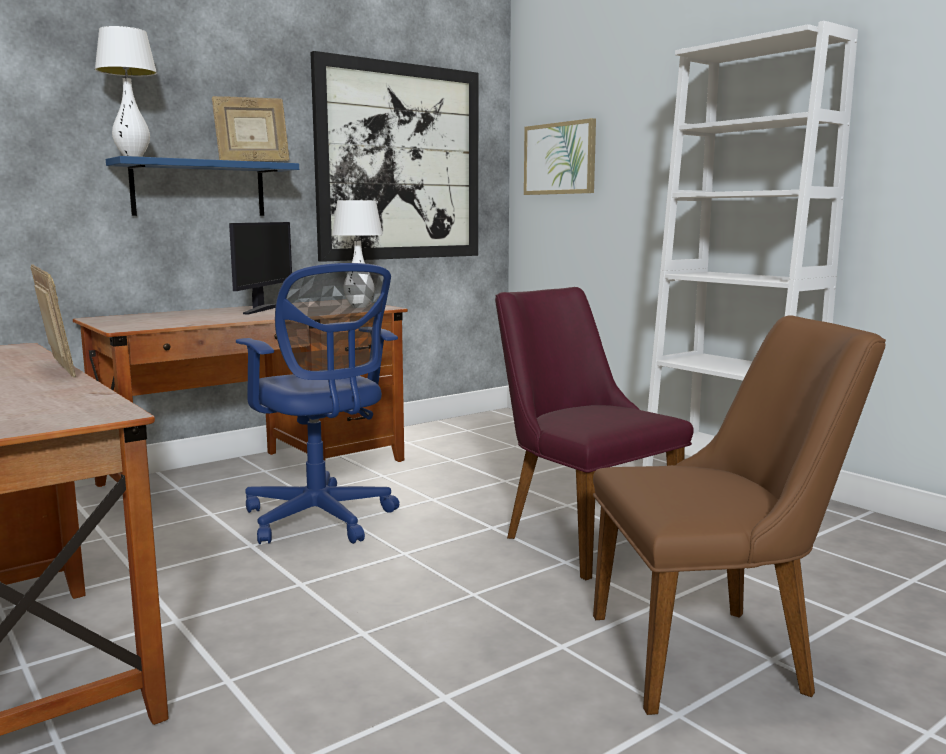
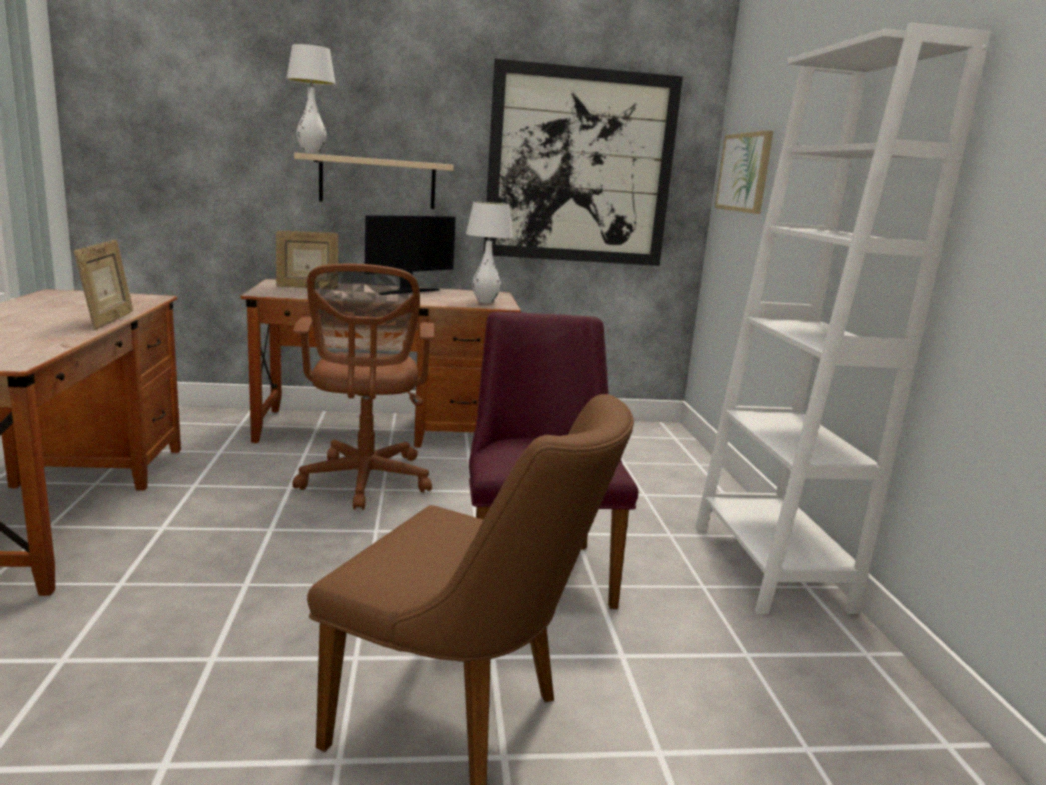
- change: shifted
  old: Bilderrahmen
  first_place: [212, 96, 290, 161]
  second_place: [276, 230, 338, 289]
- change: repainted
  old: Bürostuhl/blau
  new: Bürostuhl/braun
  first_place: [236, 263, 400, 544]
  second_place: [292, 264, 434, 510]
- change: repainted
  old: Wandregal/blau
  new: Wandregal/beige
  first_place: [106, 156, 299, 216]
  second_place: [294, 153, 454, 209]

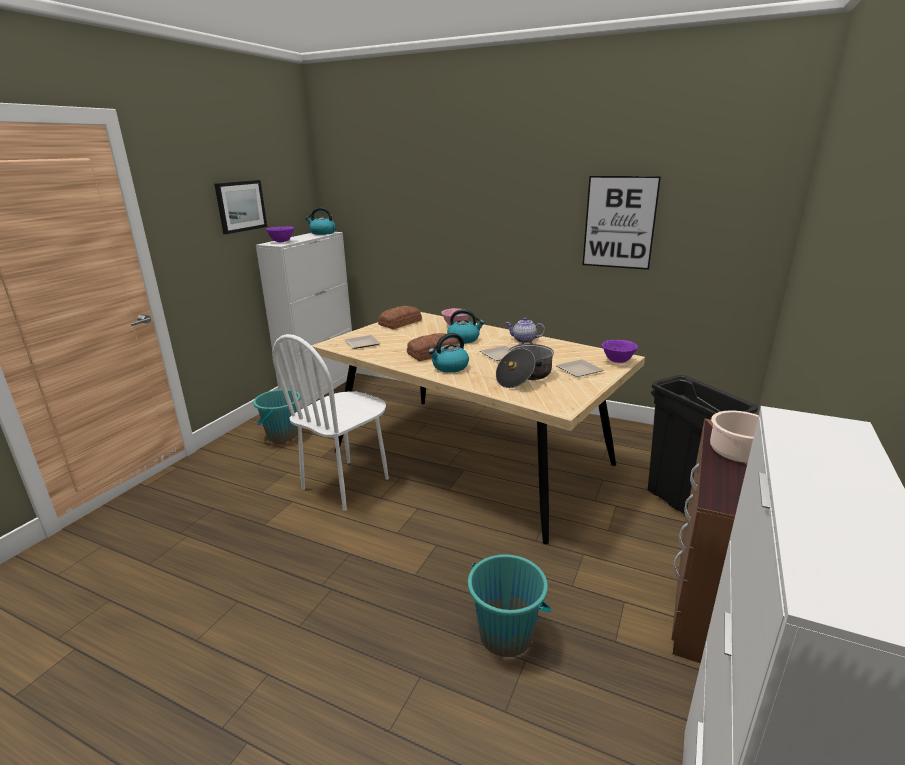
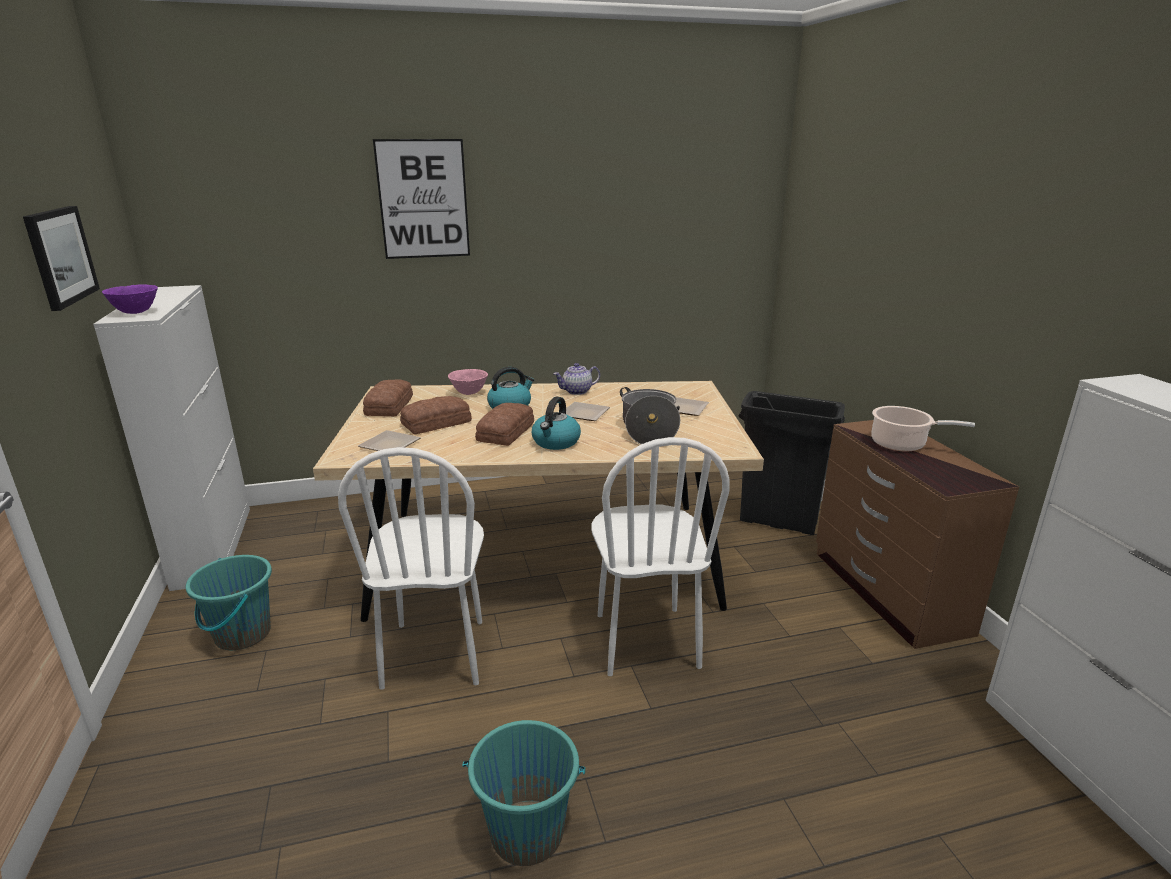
- change: shifted
  old: Bild
  first_place: [582, 176, 661, 270]
  second_place: [373, 139, 470, 259]
- change: new
  new: Brot
  second_place: [400, 396, 472, 435]
- change: shifted
  old: Eimer/türkis
  first_place: [468, 554, 551, 657]
  second_place: [463, 720, 585, 866]
- change: new
  new: Stuhl/weiß
  second_place: [591, 437, 729, 676]
- change: gone
  old: Wasserkessel
  first_place: [305, 208, 336, 235]
- change: gone
  old: Schüssel/lila
  first_place: [602, 340, 638, 363]

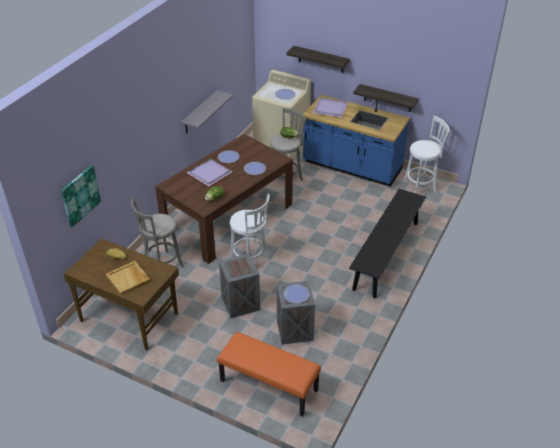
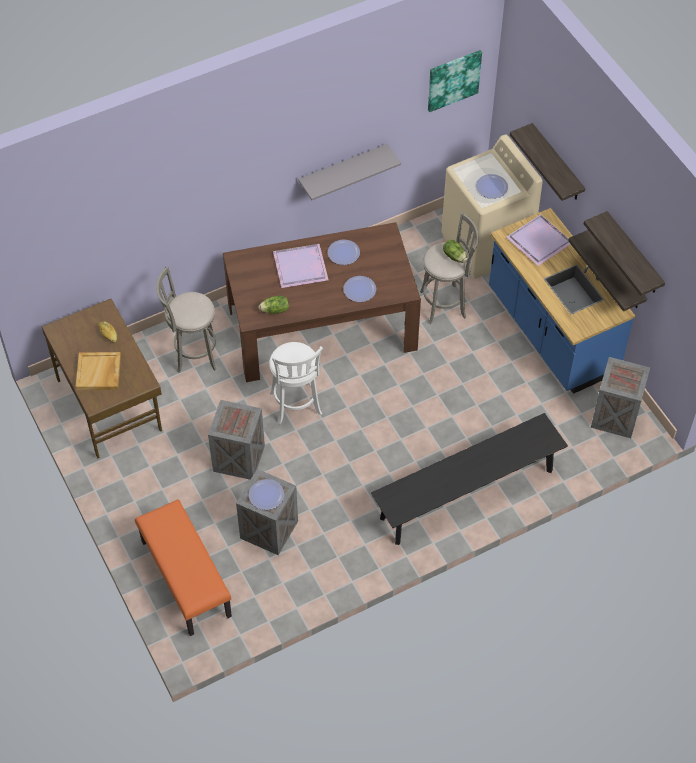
- change: shifted
  old: Bild
  first_place: [61, 165, 101, 227]
  second_place: [428, 50, 482, 112]
- change: new
  new: Wandregal
  second_place: [584, 211, 665, 296]
- change: swapped
  old: Hocker/weiß
  new: Kiste
  first_place: [403, 116, 450, 193]
  second_place: [591, 357, 650, 438]

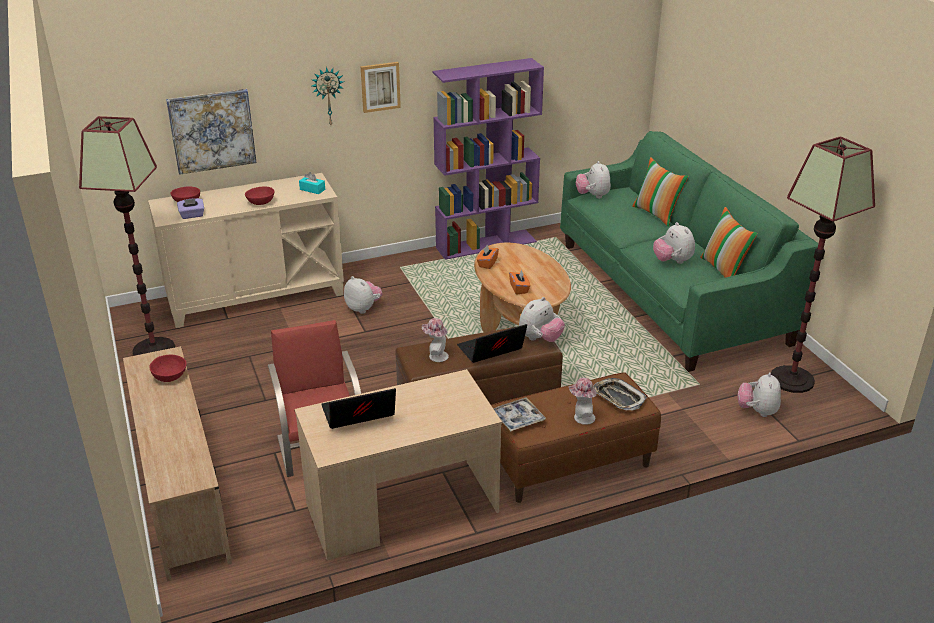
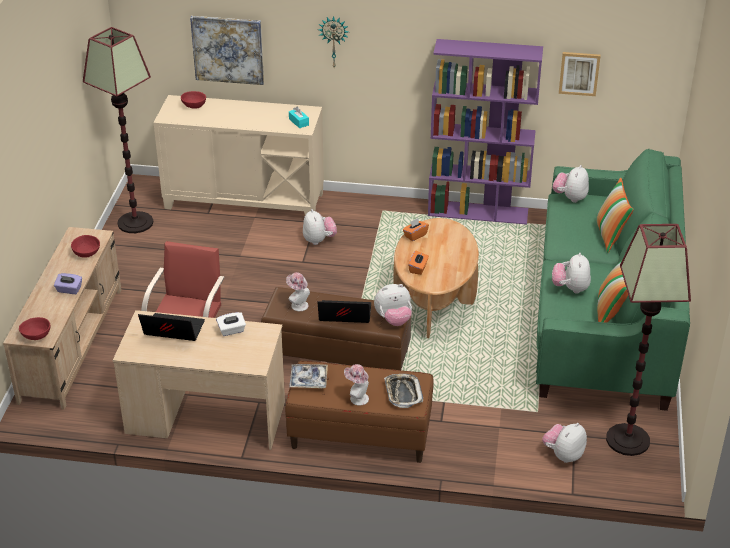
- change: shifted
  old: Schüssel/rot
  first_place: [245, 186, 274, 205]
  second_place: [19, 317, 50, 340]
- change: shifted
  old: Taschentuchbox/lila
  first_place: [177, 198, 204, 219]
  second_place: [54, 273, 82, 294]
- change: new
  new: Taschentuchbox/weiß
  second_place: [216, 312, 246, 336]
- change: shifted
  old: Bild
  first_place: [361, 62, 401, 113]
  second_place: [559, 52, 601, 96]

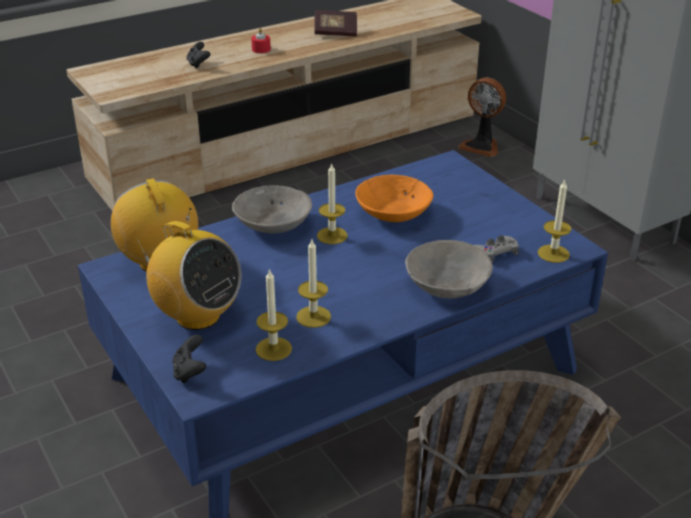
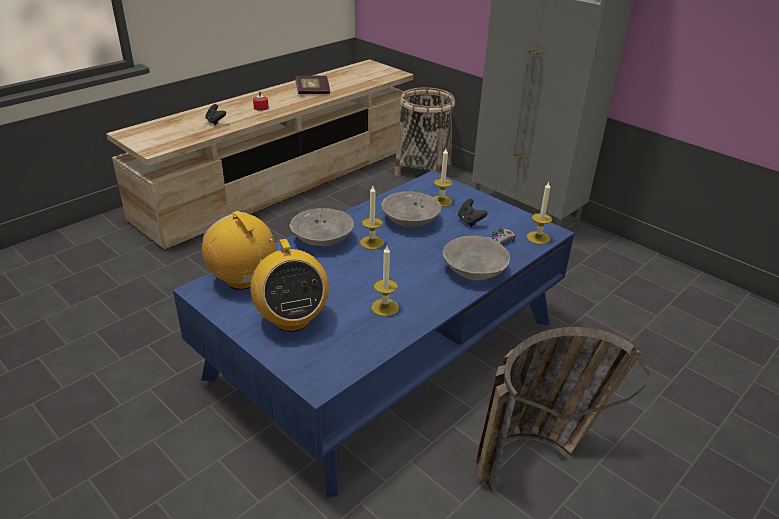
- change: rotated
  old: Radio
  first_place: [137, 221, 242, 330]
  second_place: [251, 239, 329, 332]
  degrees: 45
- change: repainted
  old: Schüssel/orange
  new: Schüssel/grau
  first_place: [355, 175, 434, 222]
  second_place: [381, 192, 442, 227]
- change: swapped
  old: Ventilator
  new: Korb
  first_place: [458, 78, 506, 157]
  second_place: [394, 87, 455, 176]
- change: shifted
  old: Kerze
  first_place: [256, 268, 292, 361]
  second_place: [433, 148, 452, 207]
- change: shifted
  old: Gamepad/schwarz
  first_place: [172, 335, 206, 383]
  second_place: [458, 199, 487, 227]

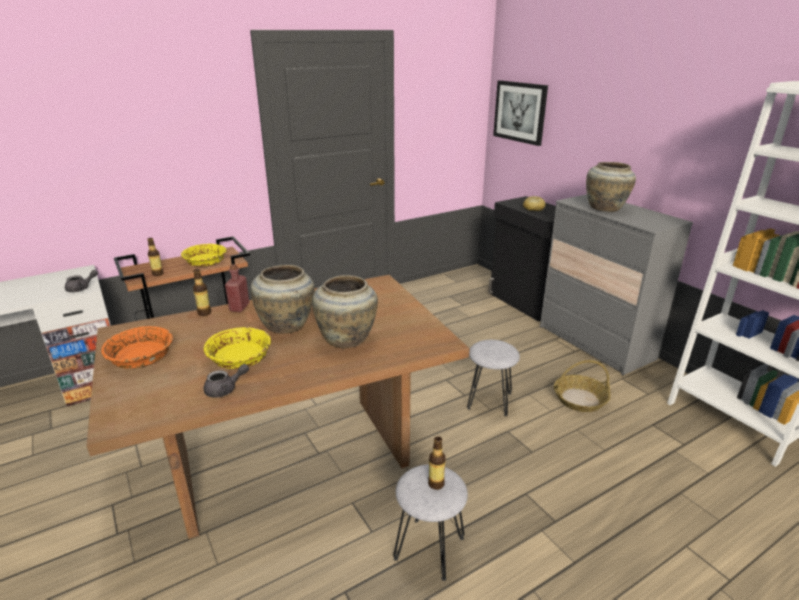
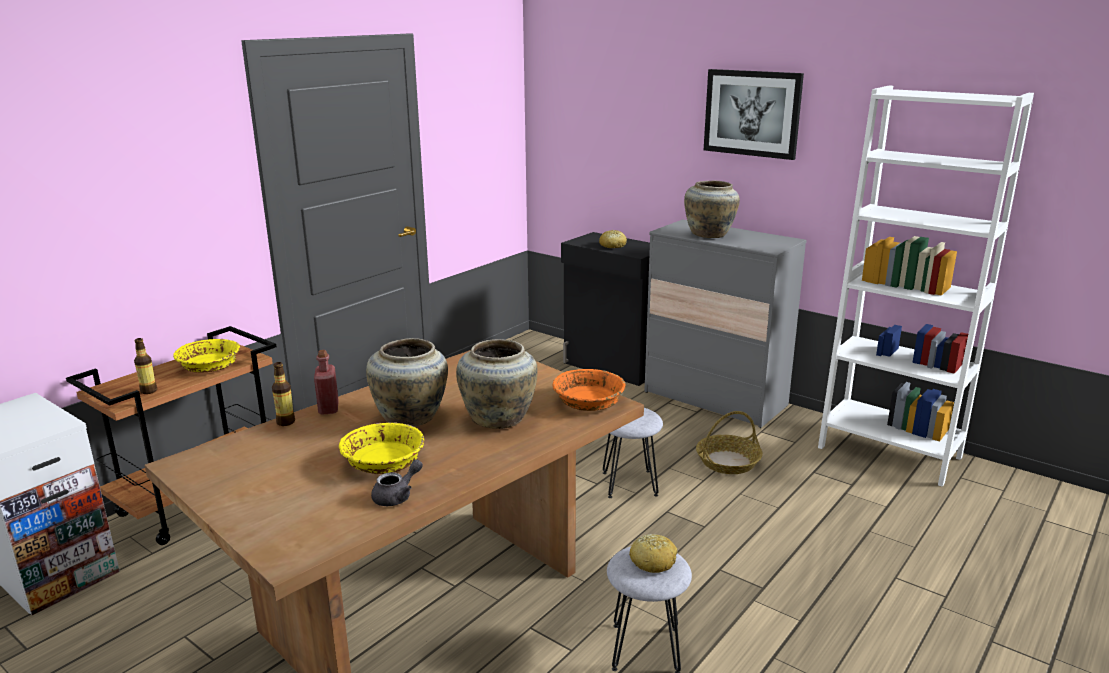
- change: shifted
  old: Schüssel/orange
  first_place: [101, 326, 173, 369]
  second_place: [553, 369, 626, 411]
- change: swapped
  old: Flasche
  new: Brot
  first_place: [428, 437, 446, 490]
  second_place: [629, 534, 678, 573]
- change: shifted
  old: Bild
  first_place: [493, 80, 548, 146]
  second_place: [704, 69, 804, 160]
- change: gone
  old: Teekanne/grau
  first_place: [65, 270, 98, 292]

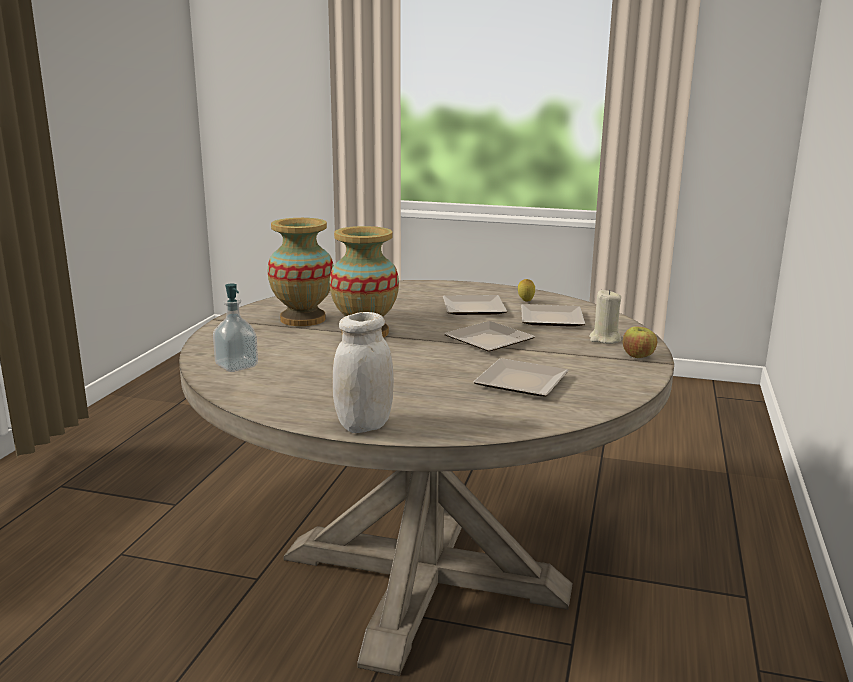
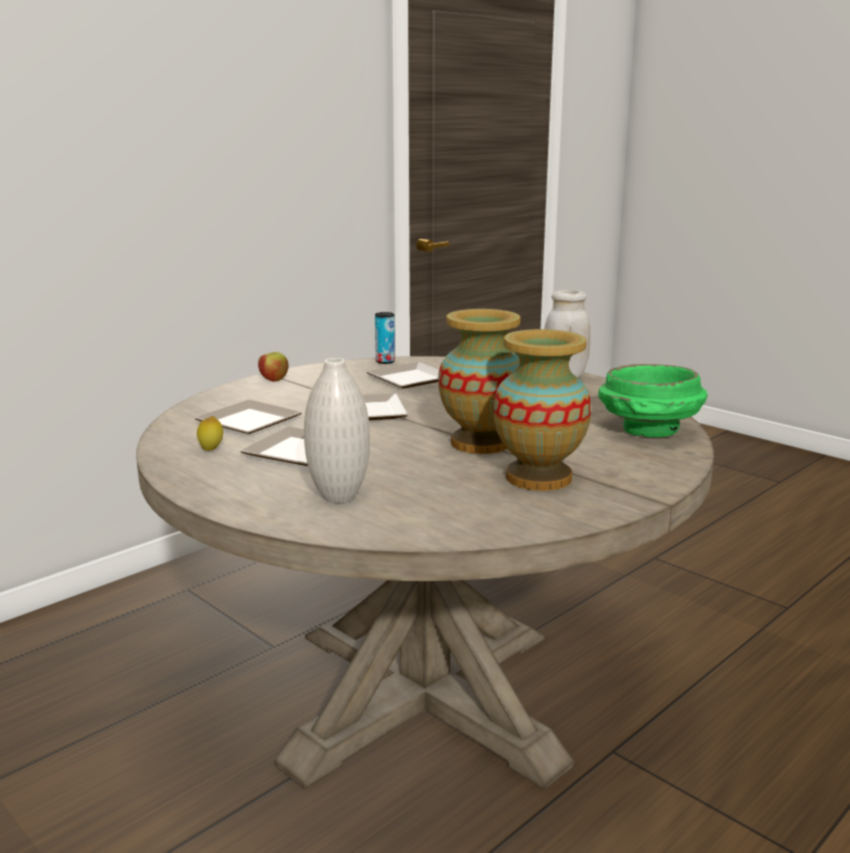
- change: new
  new: Vase/weiß
  second_place: [304, 358, 370, 503]
- change: new
  new: Dose
  second_place: [375, 312, 395, 364]
- change: swapped
  old: Seifenspender
  new: Schüssel/grün
  first_place: [213, 284, 258, 372]
  second_place: [598, 364, 708, 437]
- change: gone
  old: Kerze/beige
  first_place: [589, 289, 621, 344]

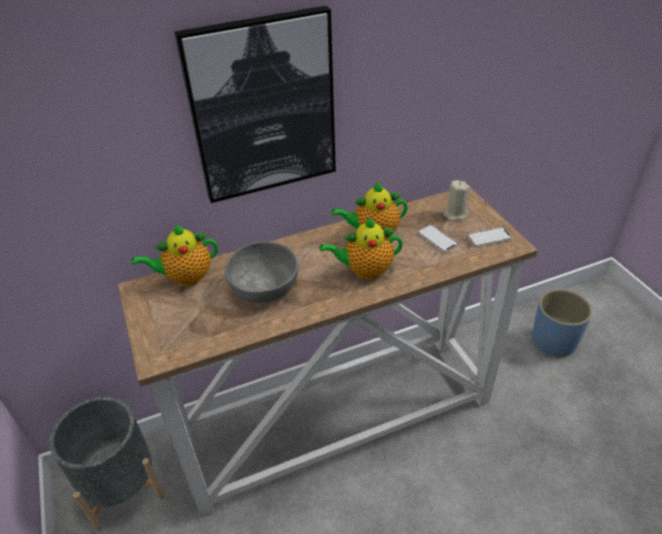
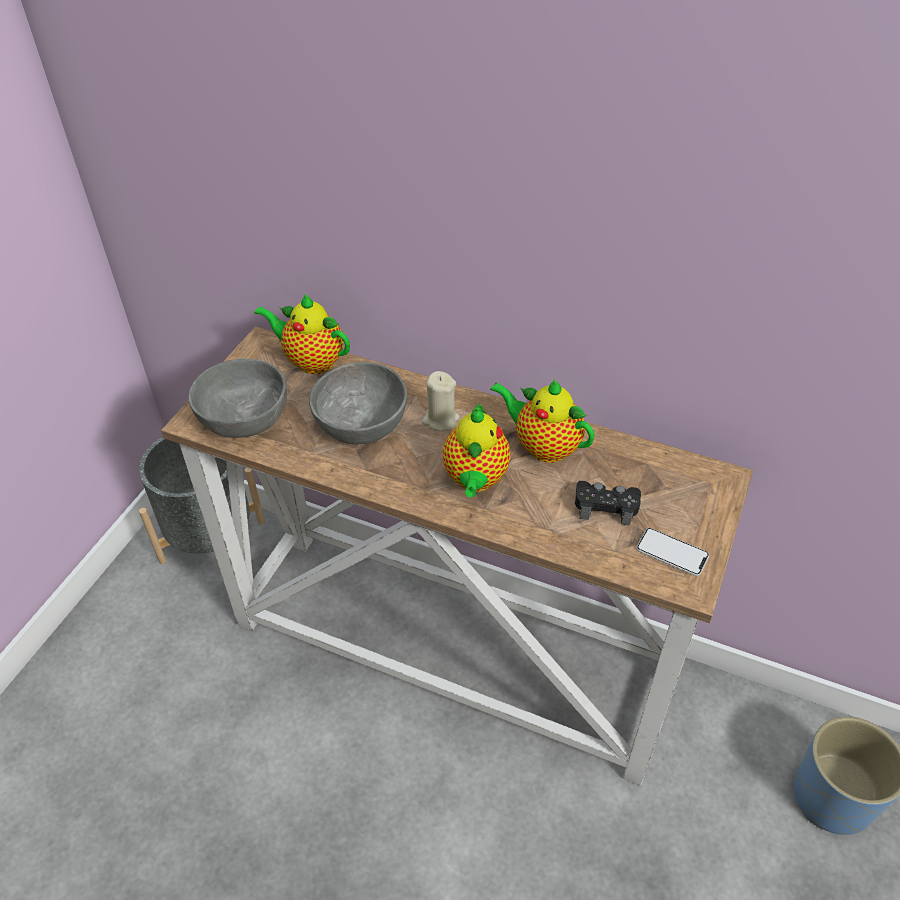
- change: new
  new: Schüssel/grau
  second_place: [188, 358, 287, 438]
- change: shifted
  old: Kerze/beige
  first_place: [444, 180, 470, 221]
  second_place: [422, 371, 459, 431]
- change: rotated
  old: Teekanne
  first_place: [320, 217, 403, 279]
  second_place: [443, 402, 511, 497]
  degrees: -120
- change: swapped
  old: Handy
  new: Gamepad/schwarz
  first_place: [417, 225, 458, 252]
  second_place: [575, 481, 641, 525]
- change: gone
  old: Bild
  first_place: [174, 6, 336, 203]

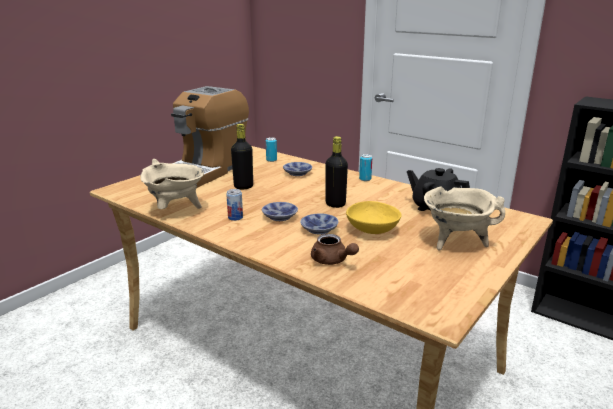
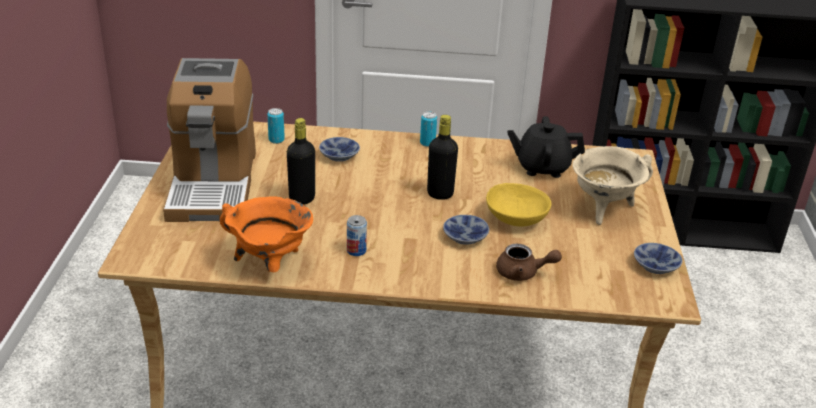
- change: repainted
  old: Kochtopf/beige
  new: Kochtopf/orange
  first_place: [140, 159, 204, 209]
  second_place: [220, 196, 313, 272]
- change: shifted
  old: Schüssel
  first_place: [262, 202, 298, 221]
  second_place: [634, 243, 683, 274]

